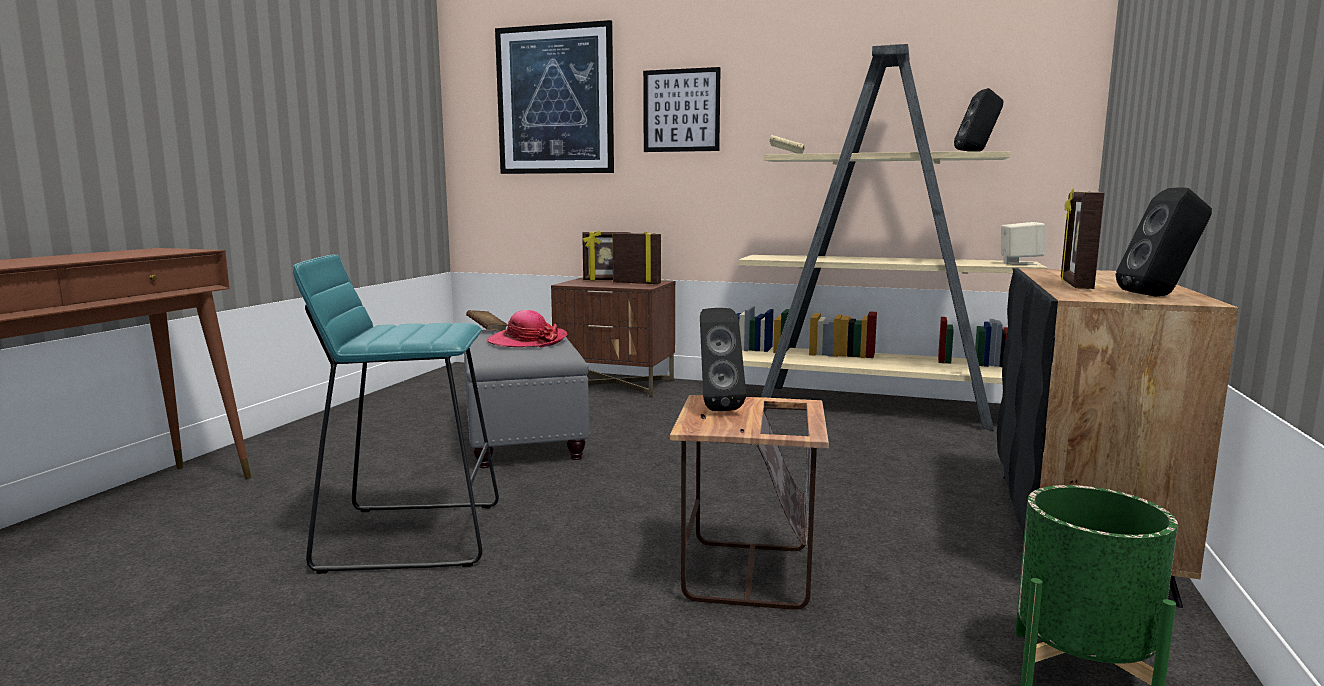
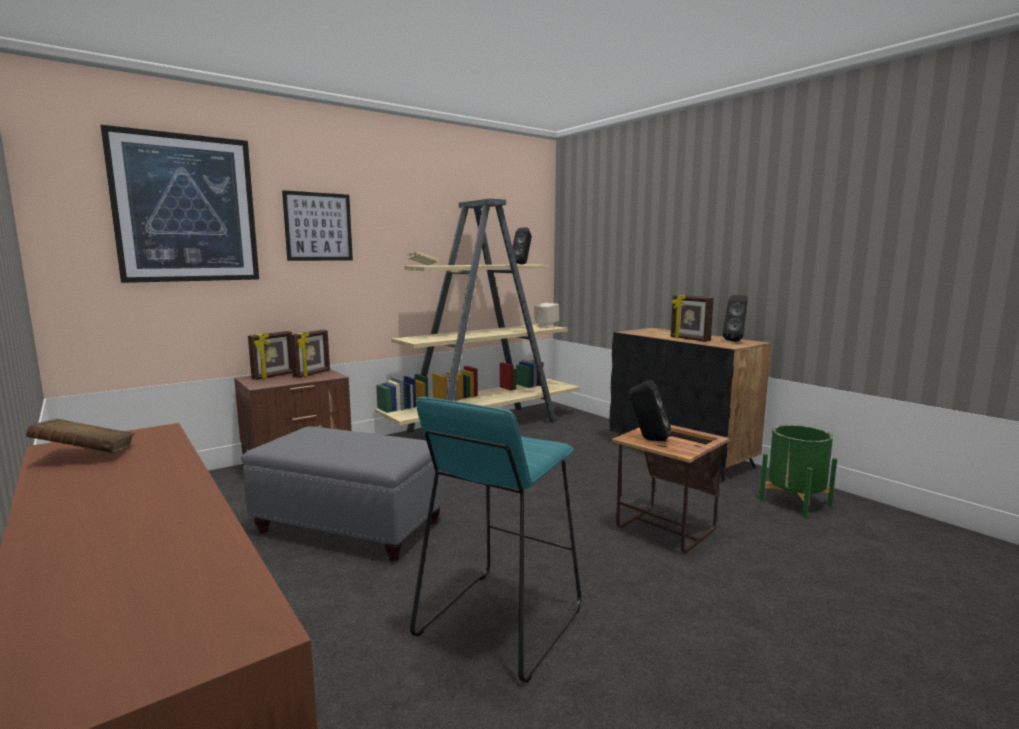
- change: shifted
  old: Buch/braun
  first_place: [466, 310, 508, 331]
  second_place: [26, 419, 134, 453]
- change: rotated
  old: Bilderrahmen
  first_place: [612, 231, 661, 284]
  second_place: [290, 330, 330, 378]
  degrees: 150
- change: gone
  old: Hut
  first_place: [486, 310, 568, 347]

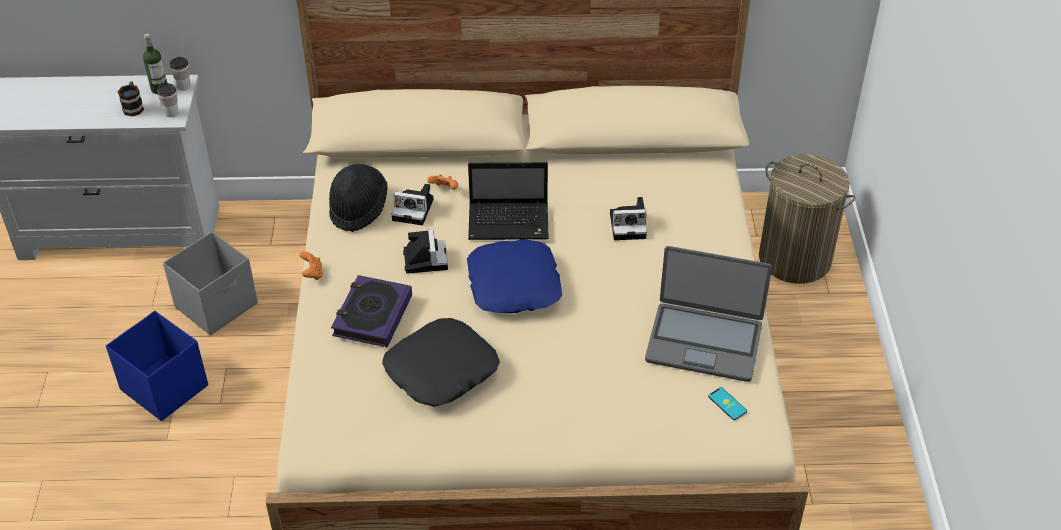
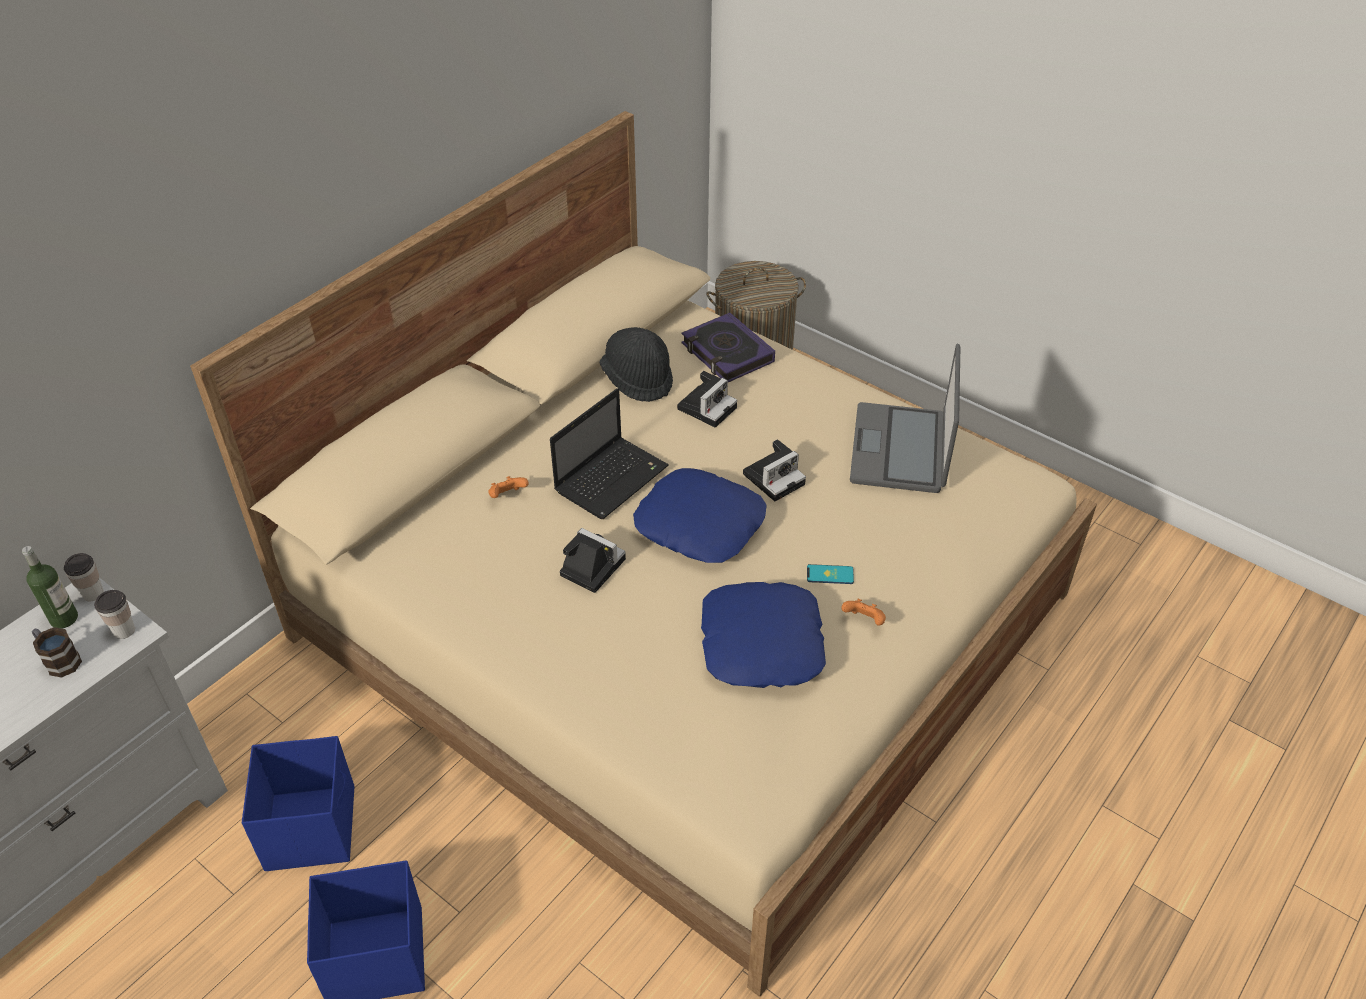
- change: repainted
  old: Aufbewahrungsbox/grau
  new: Aufbewahrungsbox/blau
  first_place: [163, 231, 258, 335]
  second_place: [242, 736, 355, 871]
- change: shifted
  old: Hut/schwarz
  first_place: [329, 164, 388, 232]
  second_place: [600, 327, 673, 402]
- change: shifted
  old: Buch
  first_place: [331, 275, 412, 348]
  second_place: [681, 313, 775, 382]
- change: repainted
  old: Kissen/schwarz
  new: Kissen/blau
  first_place: [382, 318, 500, 407]
  second_place: [701, 582, 826, 688]
- change: shifted
  old: Kamera
  first_place: [391, 184, 433, 225]
  second_place: [743, 439, 806, 502]
- change: shifted
  old: Handy
  first_place: [708, 387, 747, 420]
  second_place: [807, 564, 854, 584]
- change: shifted
  old: Gamepad/orange
  first_place: [299, 251, 323, 280]
  second_place: [841, 599, 886, 626]
- change: rotated
  old: Laptop
  first_place: [645, 246, 772, 382]
  second_place: [850, 344, 960, 493]
  degrees: 135

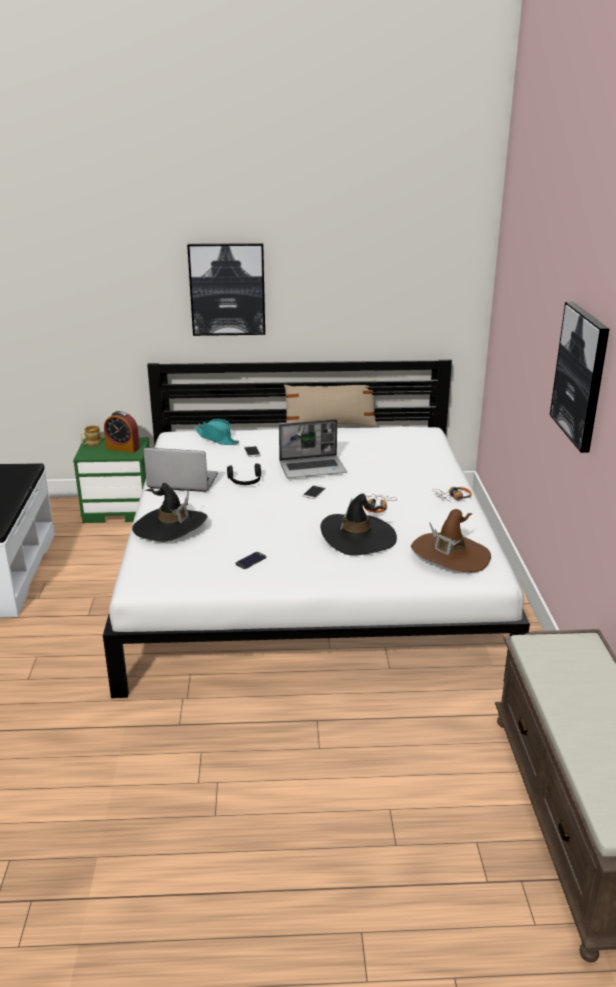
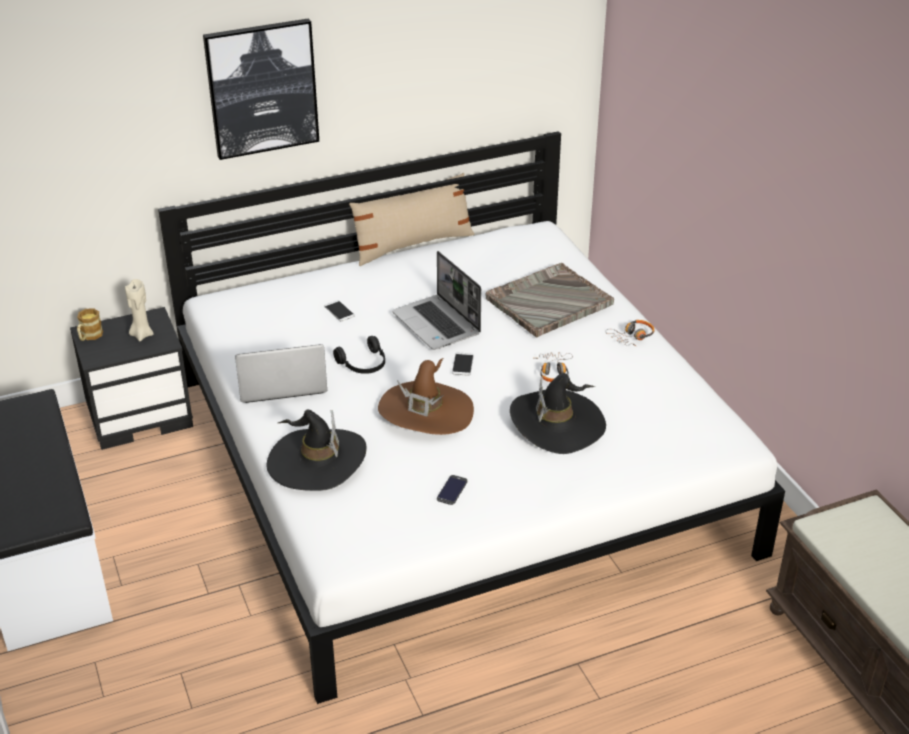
- change: repainted
  old: Nachttisch/grün
  new: Nachttisch/schwarz
  first_place: [73, 437, 150, 523]
  second_place: [70, 307, 193, 450]
- change: swapped
  old: Wecker
  new: Kerze/beige
  first_place: [104, 411, 140, 453]
  second_place: [125, 279, 154, 341]
- change: shifted
  old: Hut/braun
  first_place: [411, 509, 491, 572]
  second_place: [378, 358, 474, 435]
- change: rotated
  old: Laptop
  first_place: [279, 419, 347, 478]
  second_place: [392, 251, 481, 350]
  degrees: 90
- change: new
  new: Tablett/grau
  second_place: [486, 263, 614, 338]
- change: gone
  old: Hut/türkis
  first_place: [194, 419, 239, 445]
- change: gone
  old: Bild
  first_place: [550, 302, 609, 453]

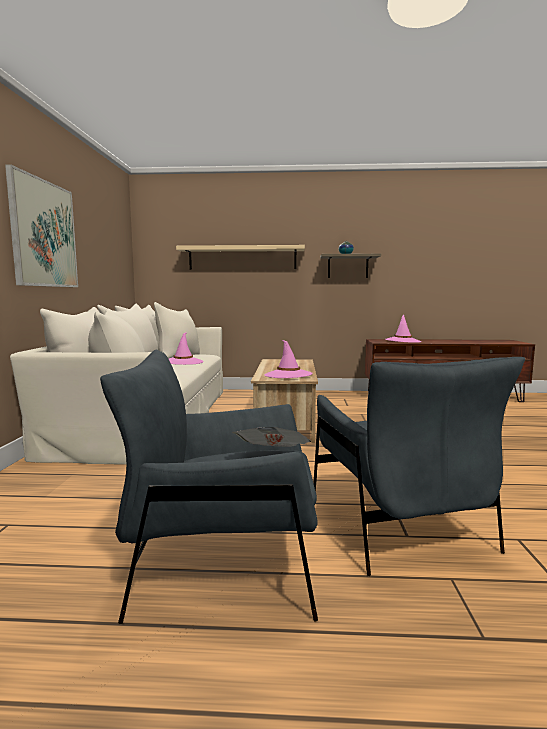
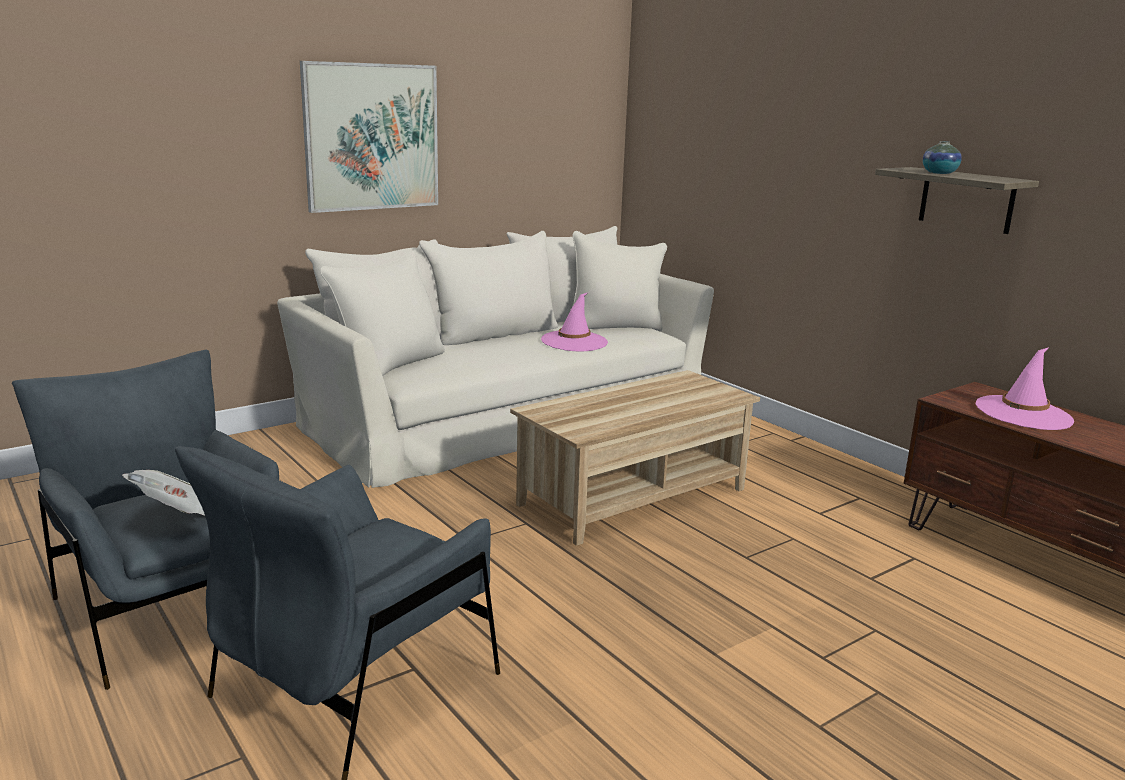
- change: gone
  old: Wandregal/beige
  first_place: [176, 245, 305, 269]
- change: gone
  old: Hut/rosa
  first_place: [264, 340, 313, 378]

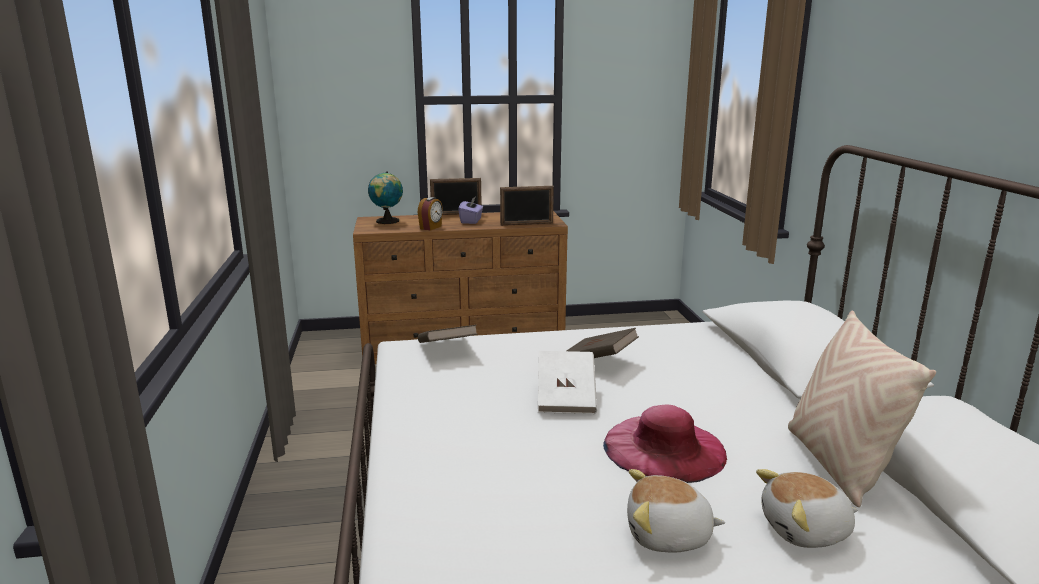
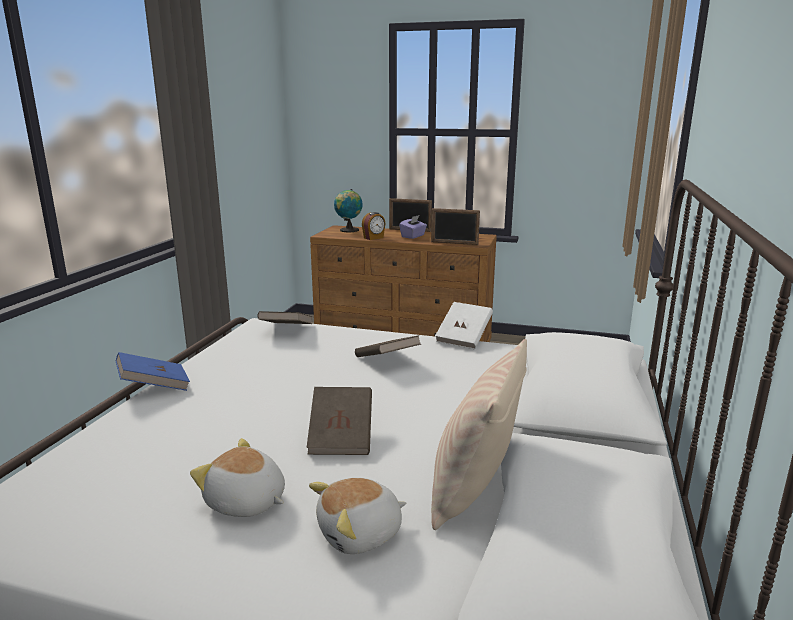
- change: new
  new: Buch/blau
  second_place: [116, 352, 190, 391]
- change: swapped
  old: Hut/rosa
  new: Buch/braun
  first_place: [603, 404, 727, 483]
  second_place: [307, 387, 372, 455]
- change: rotated
  old: Plüschtier
  first_place: [756, 469, 858, 548]
  second_place: [309, 478, 406, 554]
  degrees: -45
- change: shifted
  old: Buch/weiß
  first_place: [538, 351, 597, 414]
  second_place: [435, 302, 493, 349]

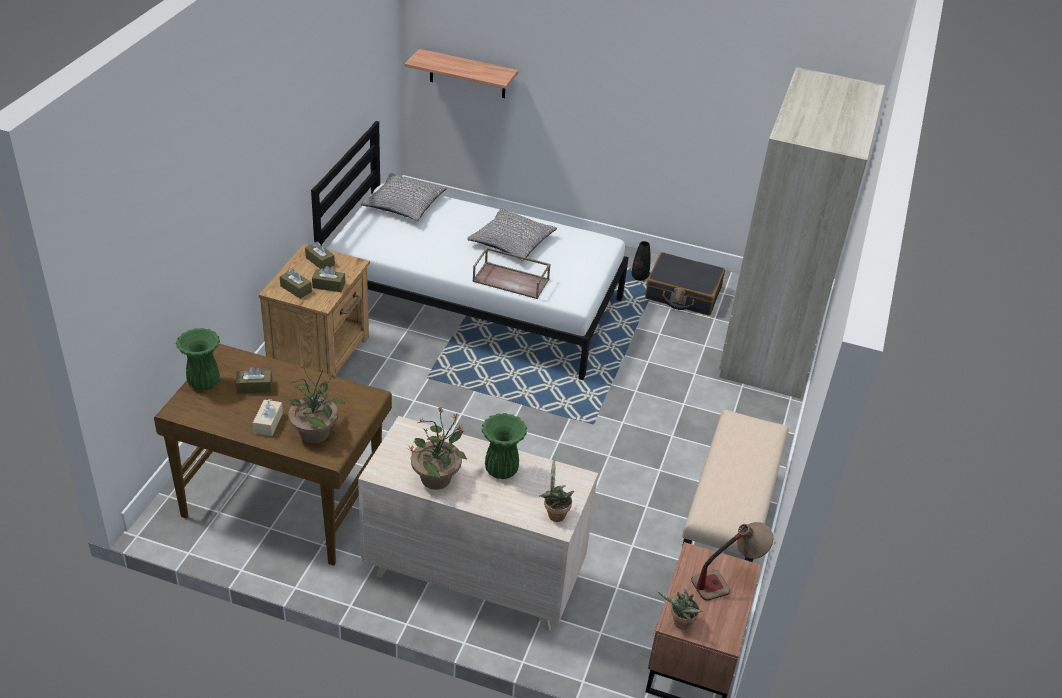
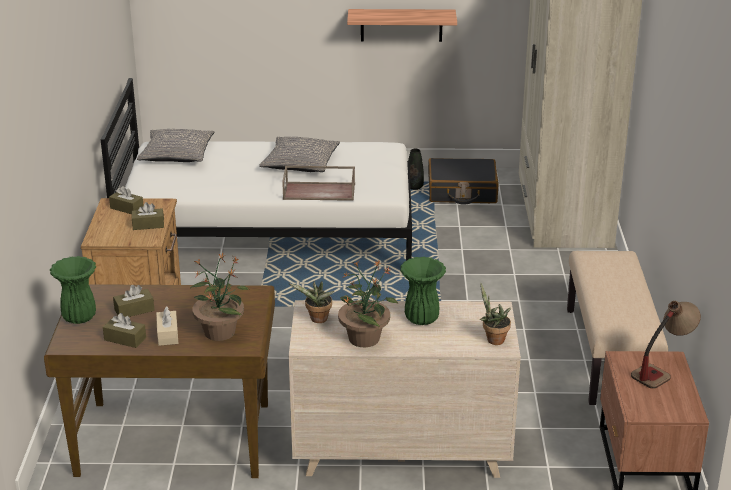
- change: shifted
  old: Taschentuchbox/braun
  first_place: [280, 269, 312, 299]
  second_place: [103, 313, 146, 348]
- change: shifted
  old: Topfpflanze
  first_place: [658, 589, 702, 629]
  second_place: [289, 281, 335, 323]
- change: shifted
  old: Wandregal
  first_place: [405, 49, 518, 98]
  second_place: [347, 9, 457, 42]

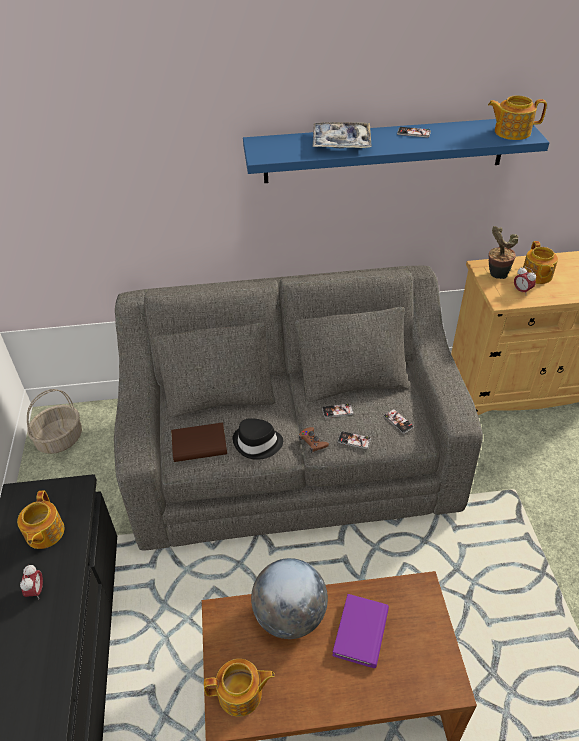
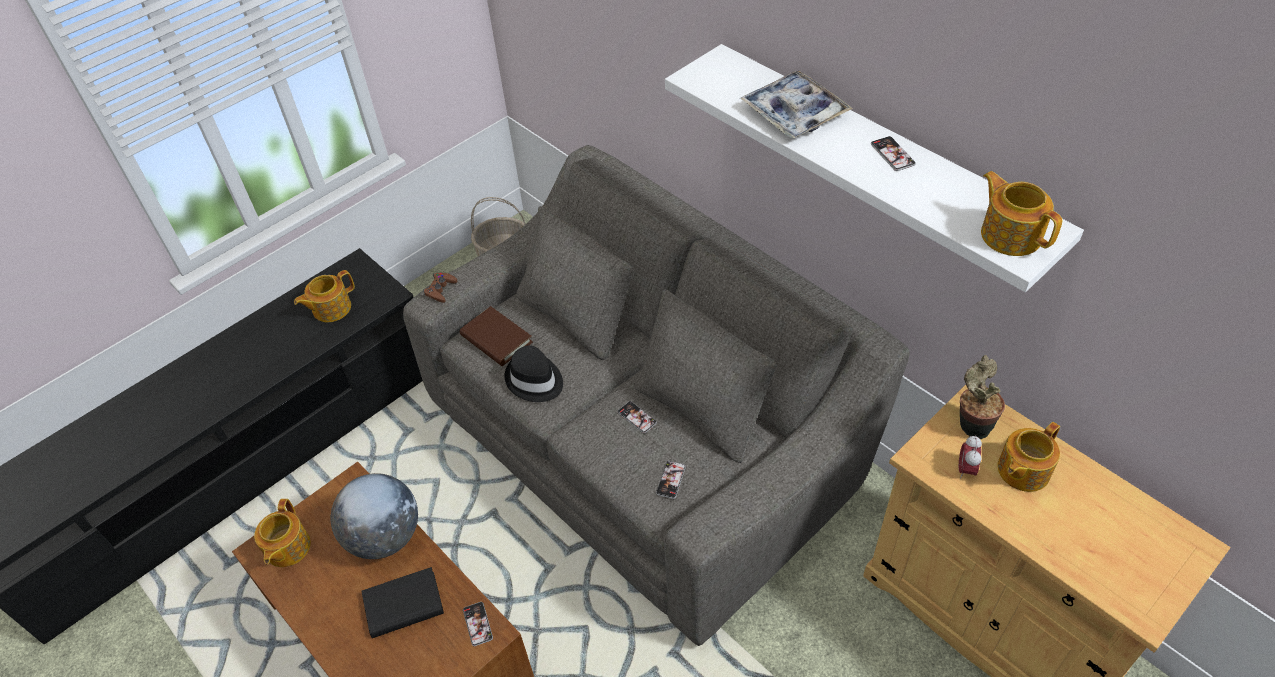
- change: rotated
  old: Teekanne
  first_place: [204, 659, 275, 717]
  second_place: [254, 499, 311, 567]
  degrees: 45
- change: repainted
  old: Buch/lila
  new: Buch/schwarz
  first_place: [332, 594, 389, 668]
  second_place: [361, 567, 444, 638]
- change: shifted
  old: Gamepad/braun
  first_place: [298, 427, 329, 453]
  second_place: [423, 273, 457, 303]
- change: shifted
  old: Handy
  first_place: [338, 431, 371, 449]
  second_place: [463, 602, 493, 646]
- change: repainted
  old: Wandregal/blau
  new: Wandregal/weiß
  first_place: [243, 119, 549, 183]
  second_place: [665, 44, 1084, 292]
- change: gone
  old: Wecker
  first_place: [20, 565, 43, 600]

